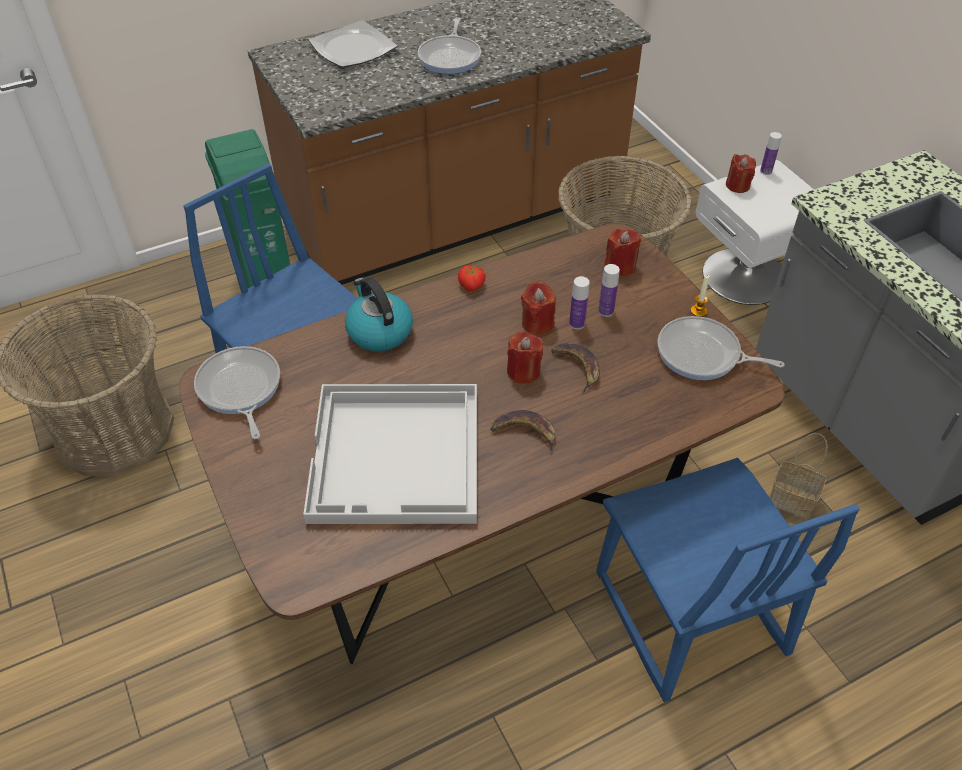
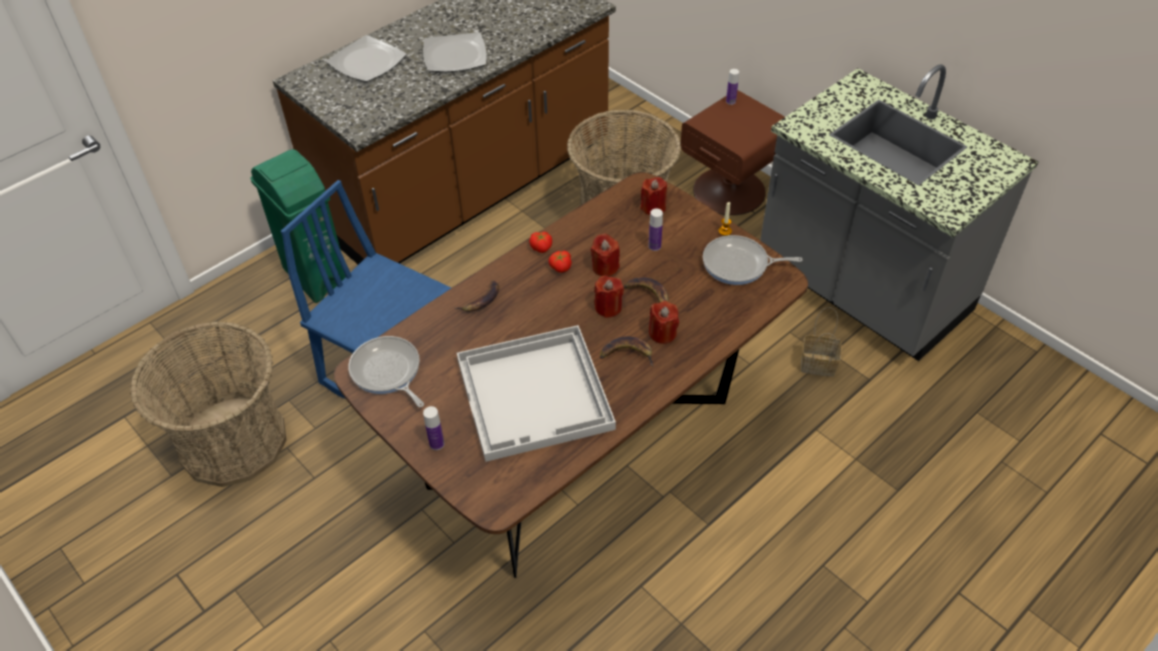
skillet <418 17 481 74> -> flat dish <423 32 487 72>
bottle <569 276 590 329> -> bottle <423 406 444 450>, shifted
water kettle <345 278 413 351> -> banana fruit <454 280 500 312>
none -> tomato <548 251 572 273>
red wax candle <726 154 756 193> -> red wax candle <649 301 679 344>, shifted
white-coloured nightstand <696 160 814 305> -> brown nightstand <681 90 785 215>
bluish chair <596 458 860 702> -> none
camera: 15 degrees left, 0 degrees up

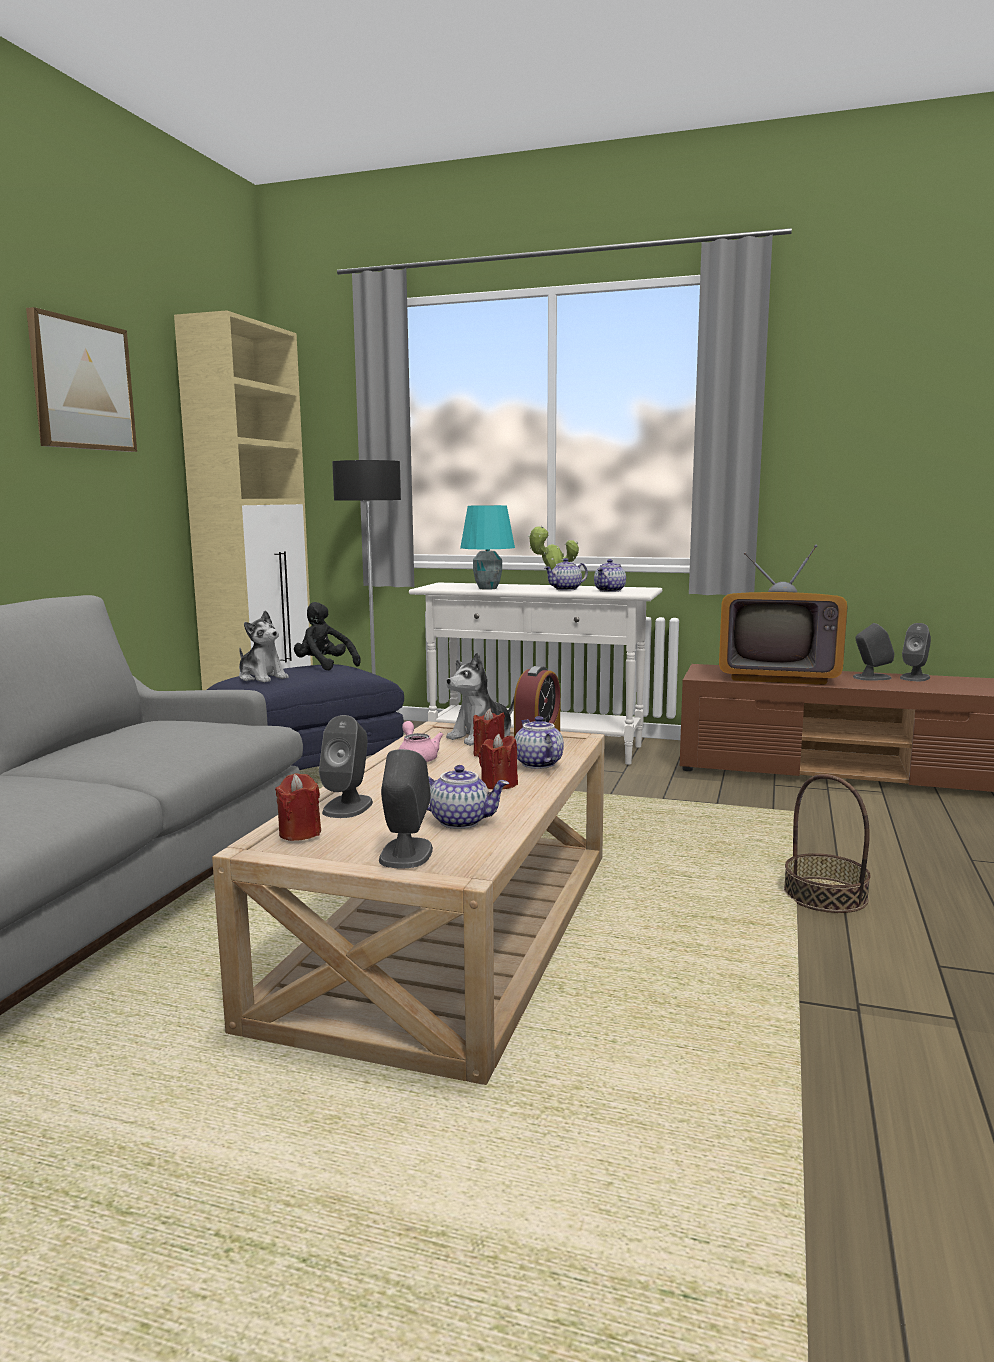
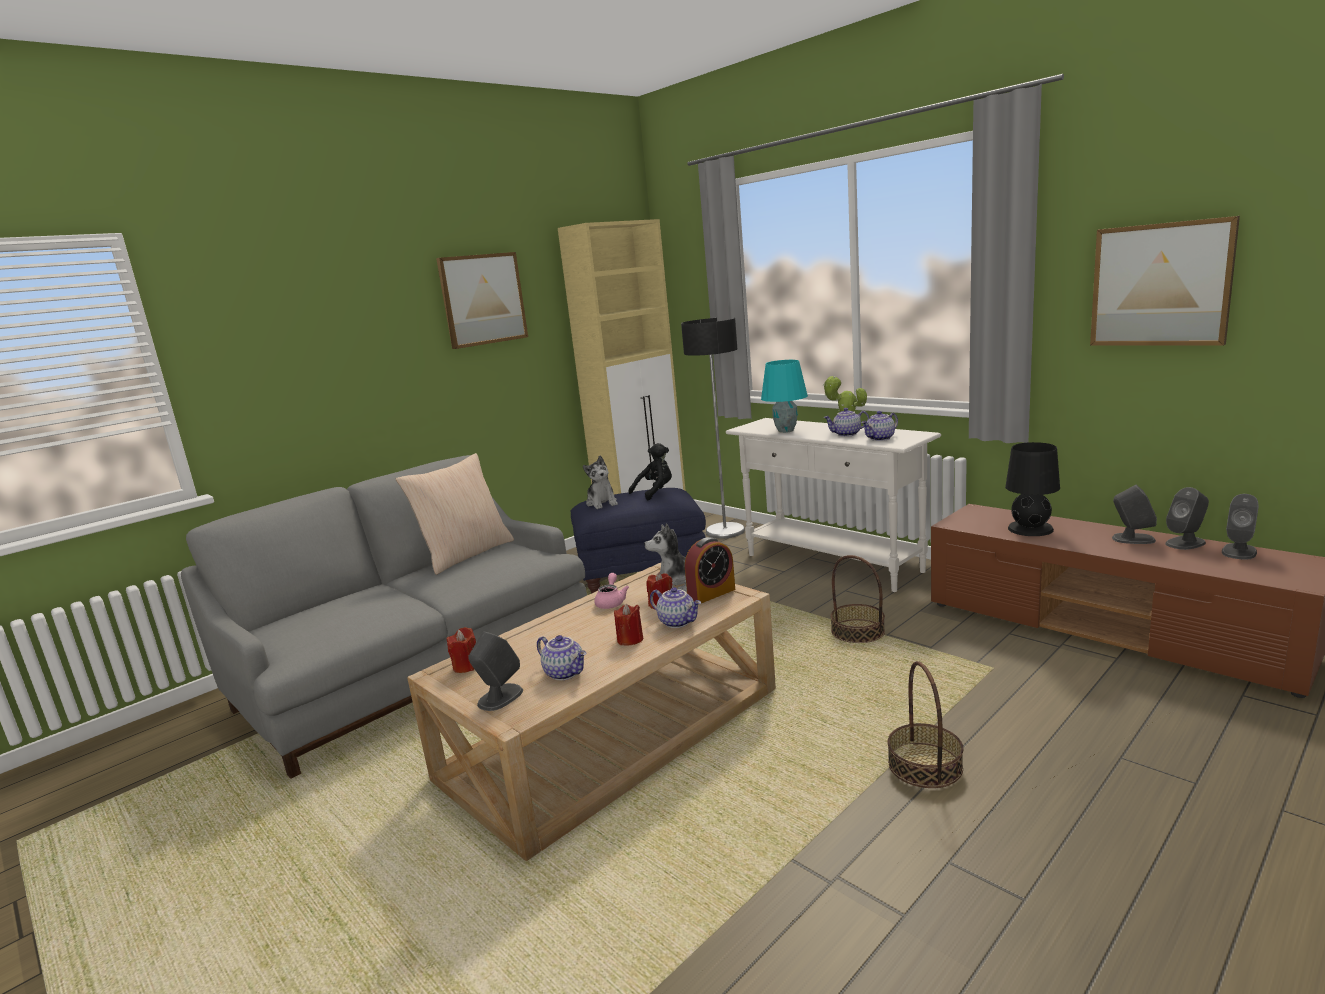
none -> beige pillow <396 453 514 575>
blackish cuddly toy <294 602 361 670> -> blackish cuddly toy <628 443 672 500>, 75 degrees clockwise
teapot <515 716 564 769> -> teapot <650 587 701 628>, 120 degrees clockwise
none -> basket <830 555 885 643>
television <719 545 848 685> -> blackish table lamp <1005 442 1060 536>
none -> wall picture <1090 216 1240 346>
greyish loudspeaker <319 715 373 818> -> greyish loudspeaker <1222 494 1259 560>, shifted
camera: 30 degrees right, 5 degrees up

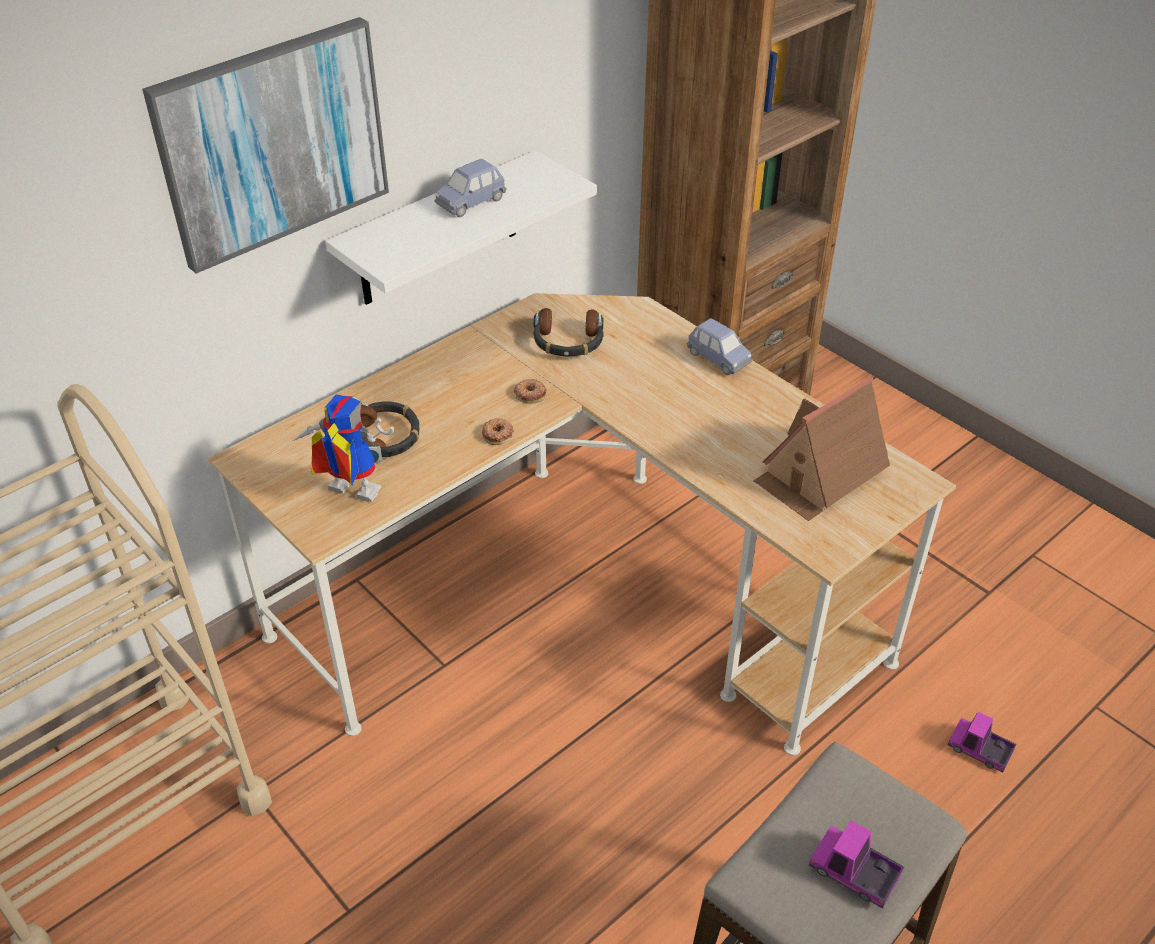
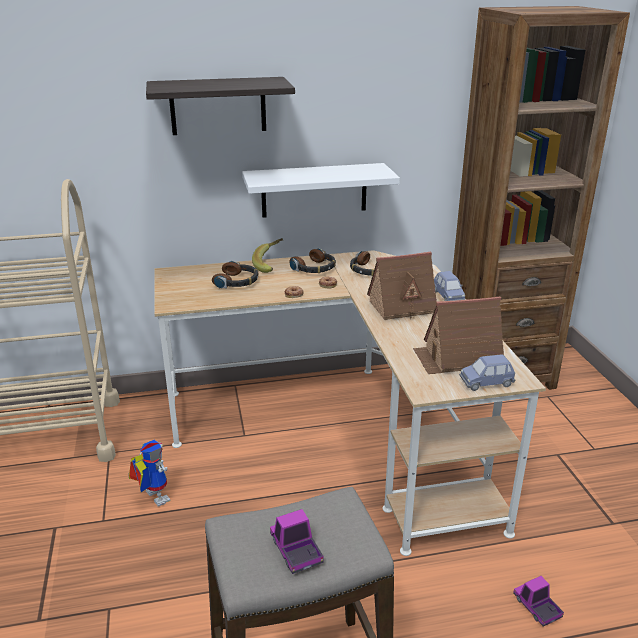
model robot <293 394 394 502> -> model robot <128 440 170 507>, shifted
wall picture <142 17 389 274> -> shelf <146 77 295 135>
none -> banana fruit <252 238 283 273>
none -> headphones <289 248 336 273>
none -> model house <367 252 437 320>
bluish toy car <434 159 507 217> -> bluish toy car <459 354 515 391>, shifted
camera: 30 degrees right, 15 degrees down

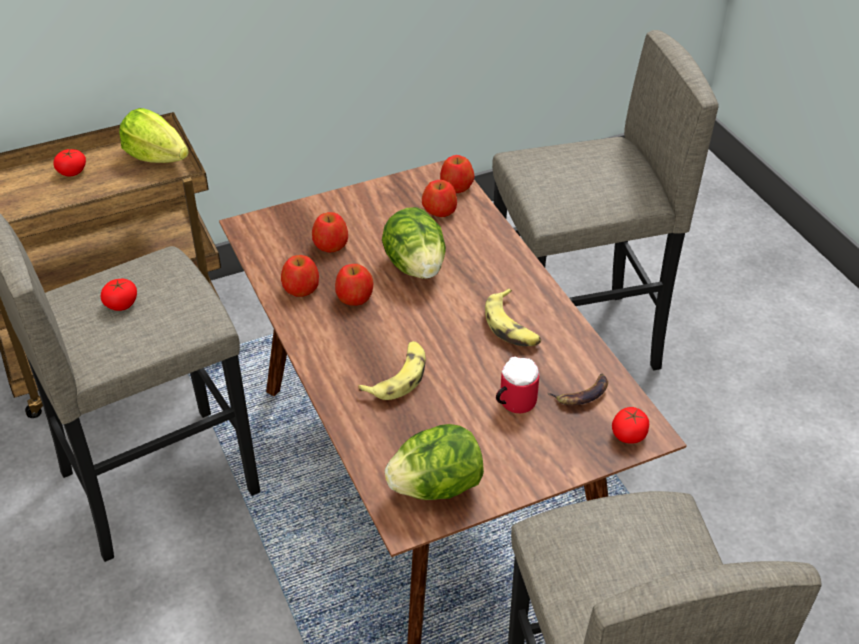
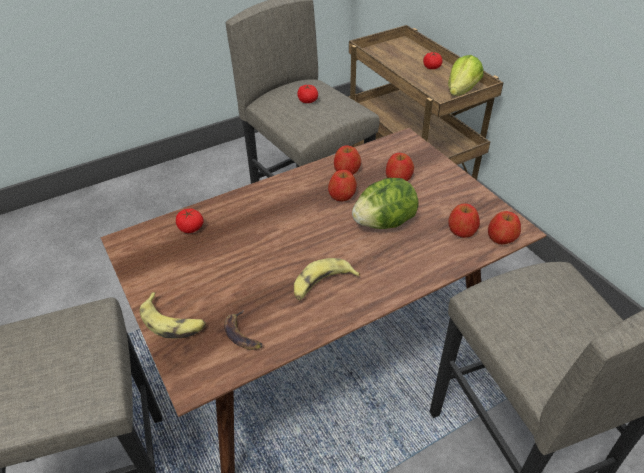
banana fruit <358 341 426 400> -> banana fruit <139 292 206 339>, shifted
tomato <612 407 649 444> -> tomato <176 208 204 233>, shifted
head of lettuce <385 424 484 500> -> none
tea mug <496 356 539 413> -> none
camera: 85 degrees right, 0 degrees up

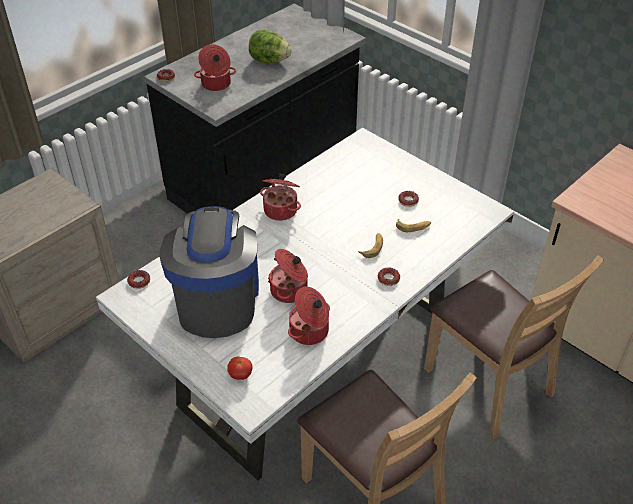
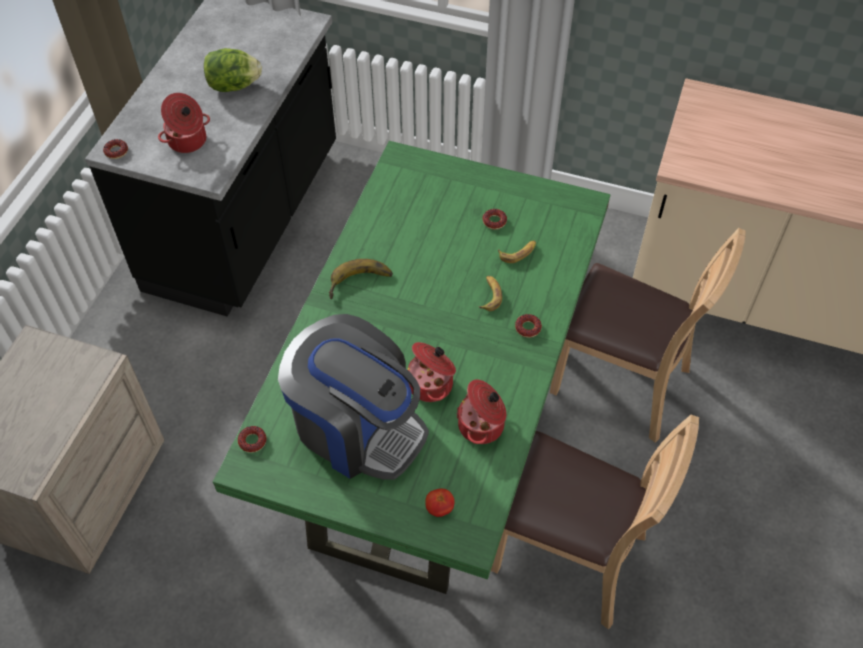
white-coloured dining table <96 128 514 480> -> greenish dining table <213 141 611 594>
coffee brewer <159 206 259 338> -> coffee brewer <278 314 429 480>, 150 degrees clockwise
saucepot <260 174 301 221> -> banana fruit <329 259 393 299>
camera: 25 degrees left, 10 degrees up

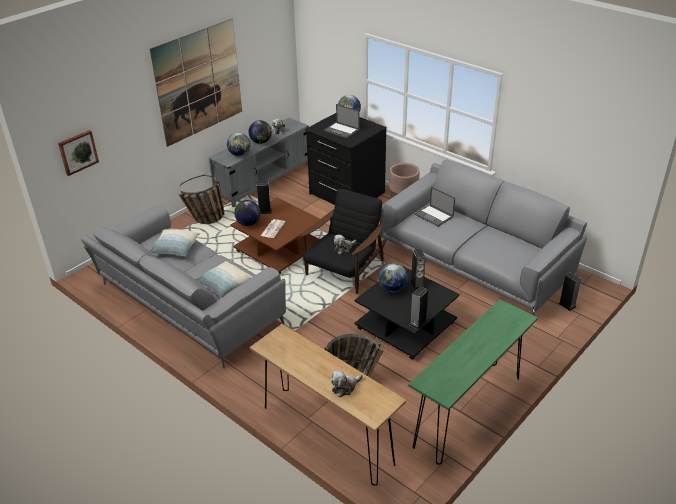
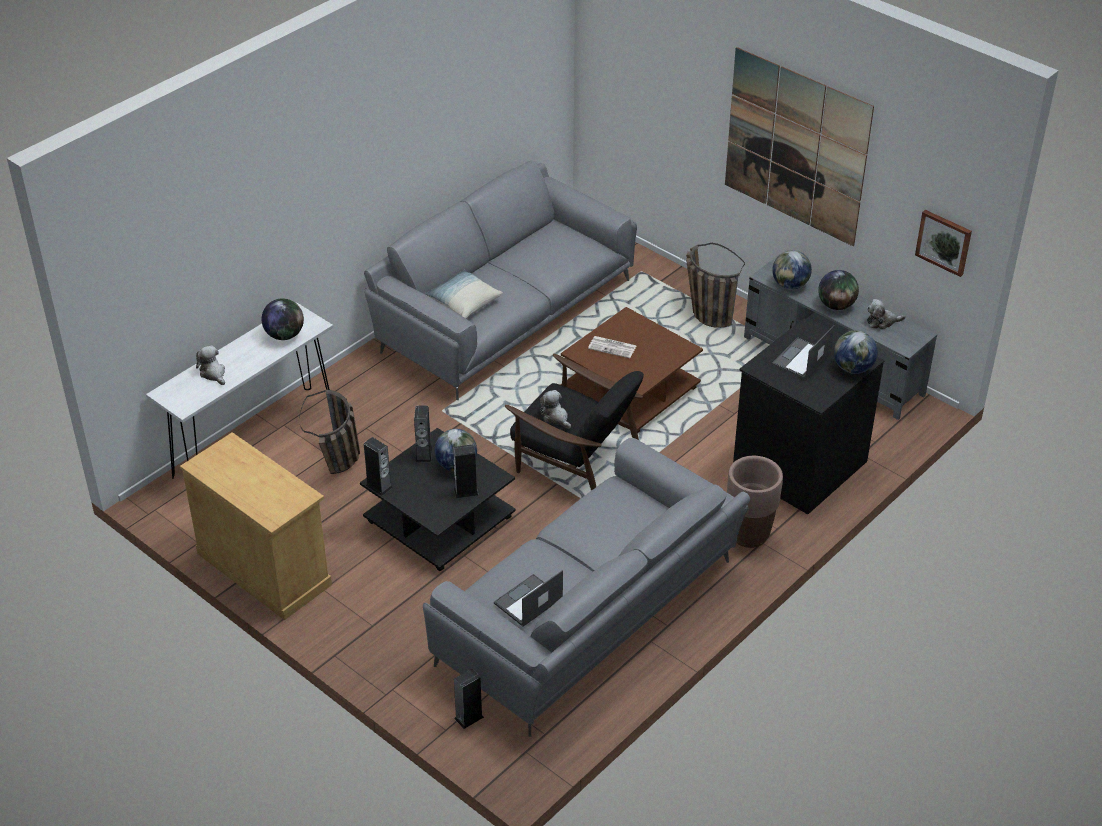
brown hall table <250 324 406 486> -> white-coloured hall table <146 302 333 479>
greenish hall table <408 299 538 465> -> beige cupboard <180 432 332 620>
globe <234 200 261 226> -> globe <262 298 304 340>, shifted
loudspeaker <257 181 272 214> -> loudspeaker <414 406 432 462>, shifted
portable computer <415 187 455 227> -> portable computer <494 570 563 627>, shifted
wall picture <58 130 99 176> -> wall picture <915 210 972 277>, shifted
pillow <150 229 201 257> -> none
camera: 90 degrees right, 5 degrees up

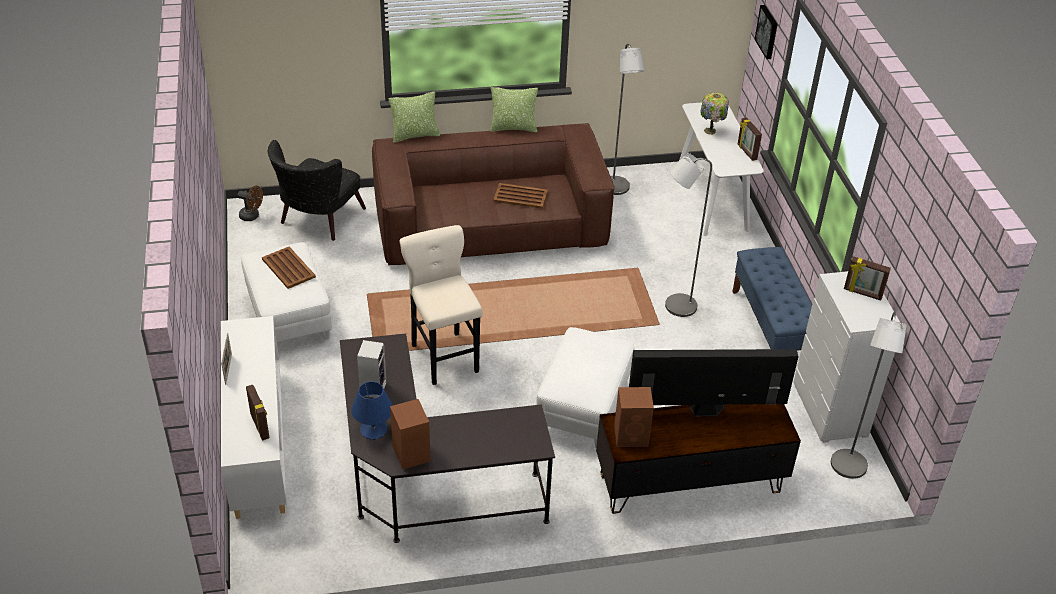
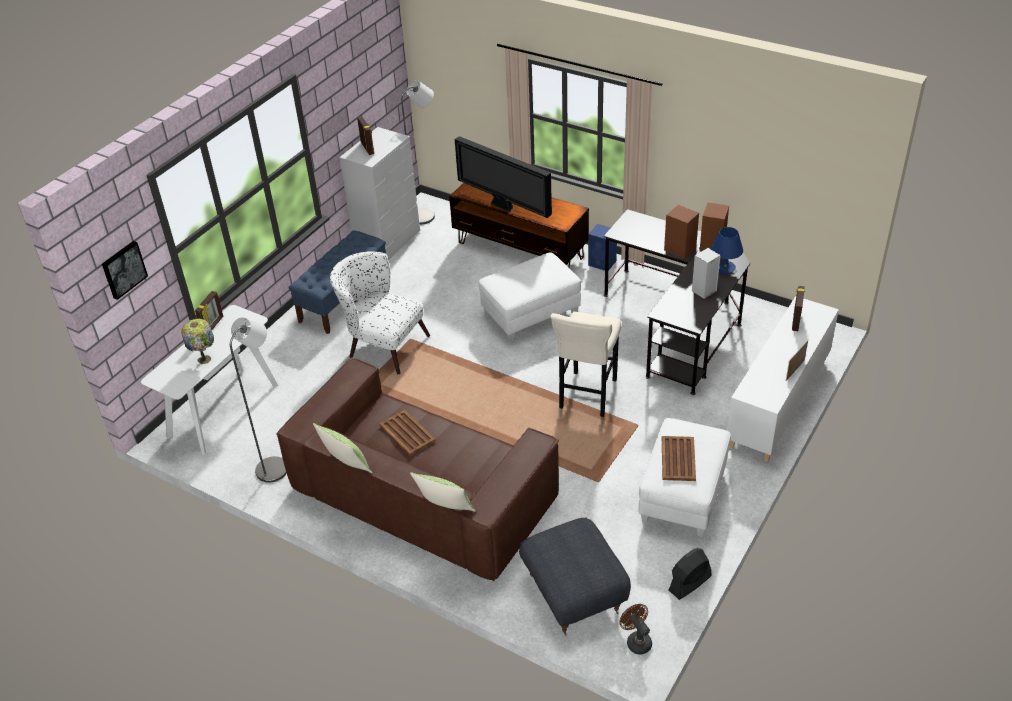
greyish floor lamp <665 153 712 317> -> white-coloured armchair <330 251 430 374>
blackish armchair <268 140 366 241> -> greyish pouffe <519 518 631 636>
none -> bluish loudspeaker <588 224 617 271>
brown loudspeaker <614 387 654 447> -> brown loudspeaker <664 205 699 259>, shifted
none -> blackish fan <669 548 712 600>
camera: 135 degrees left, 0 degrees up

